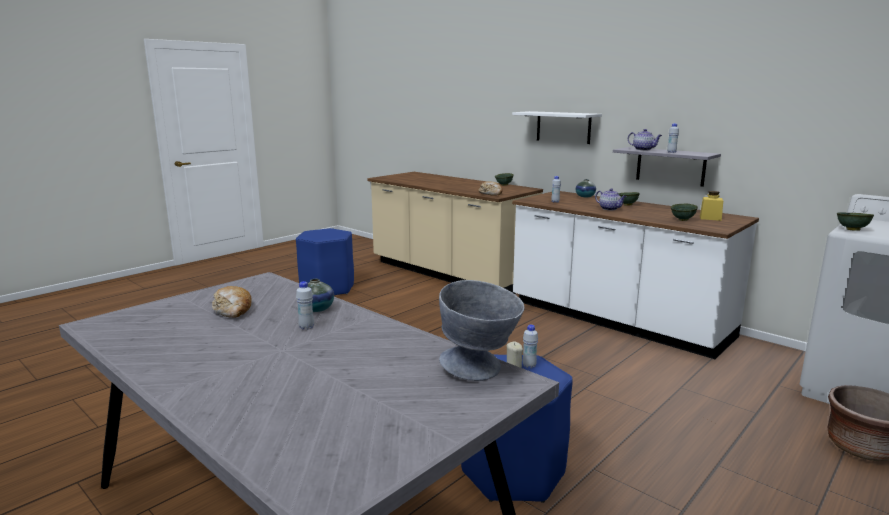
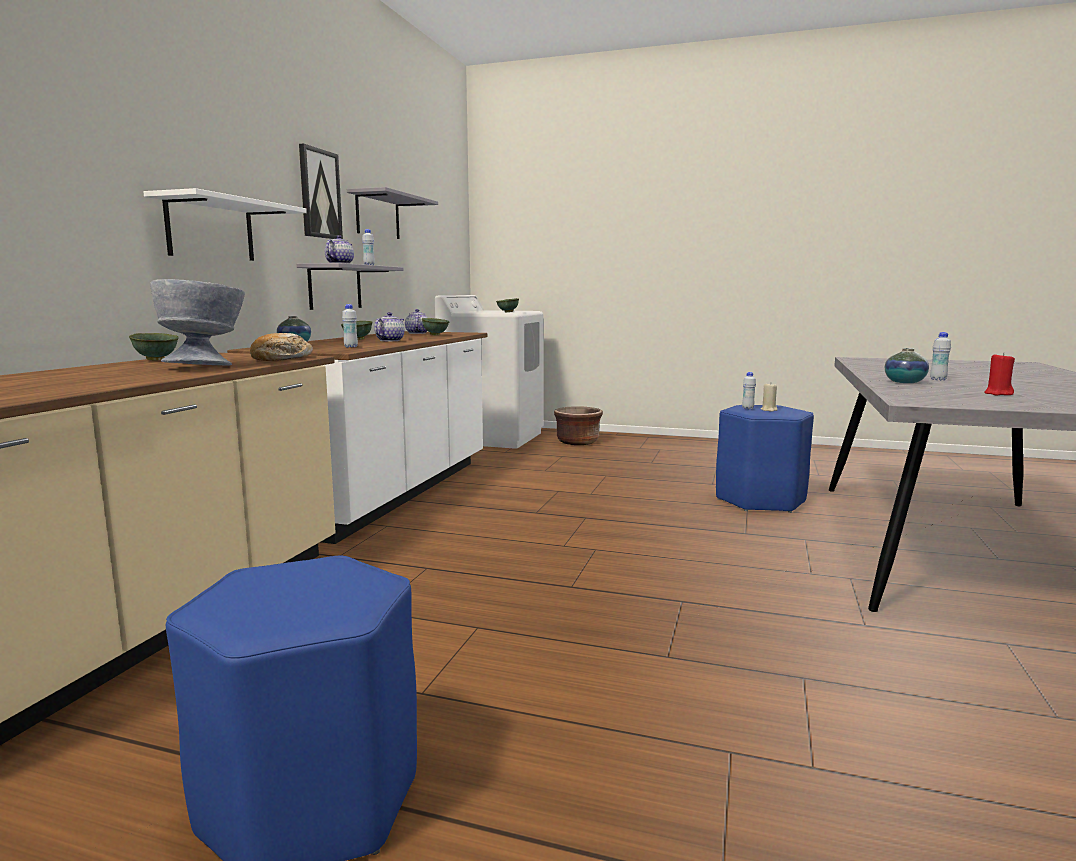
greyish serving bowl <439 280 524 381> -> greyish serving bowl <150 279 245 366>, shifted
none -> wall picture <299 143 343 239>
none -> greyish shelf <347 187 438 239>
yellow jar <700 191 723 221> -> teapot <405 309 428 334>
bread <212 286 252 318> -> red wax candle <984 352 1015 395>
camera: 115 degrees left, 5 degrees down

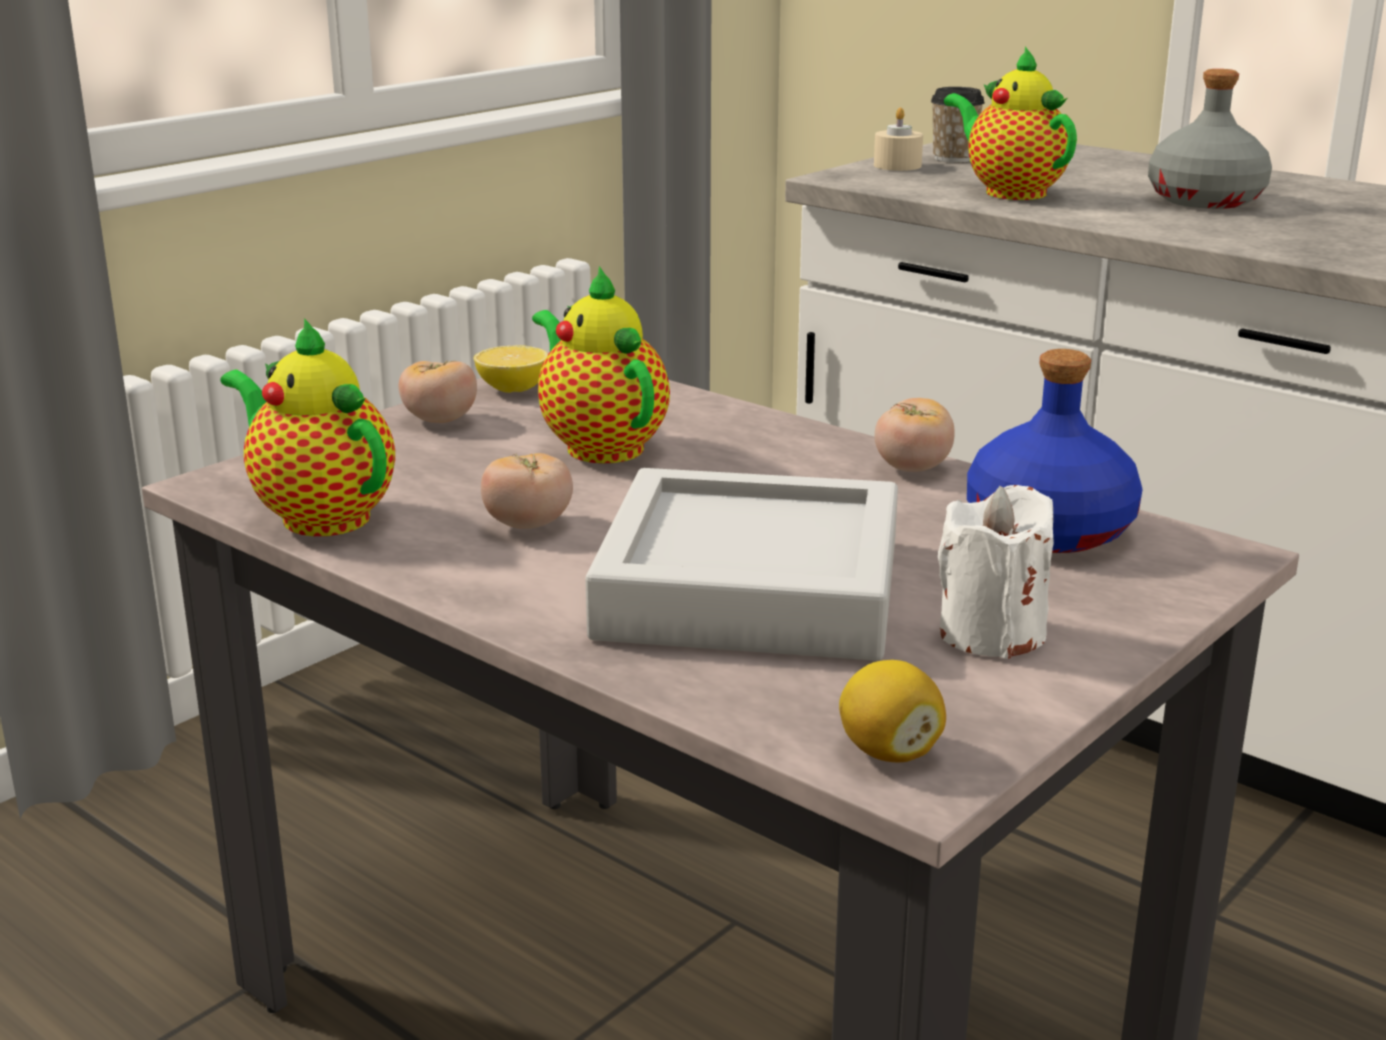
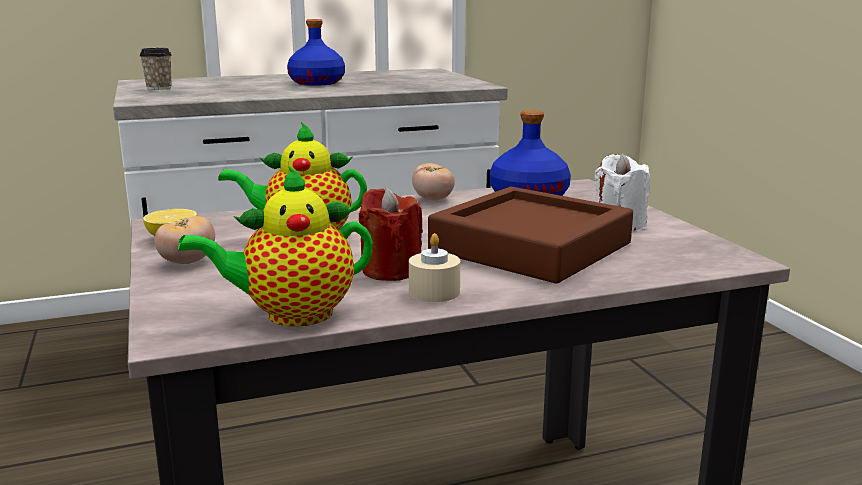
greyish bottle <1148 69 1272 209> -> bluish bottle <287 19 345 86>
tomato <481 453 573 529> -> red wax candle <359 188 423 281>
beige wax candle <874 108 923 171> -> beige wax candle <409 233 460 302>, shifted
greyish carrying tray <585 468 898 661> -> brown carrying tray <428 187 633 283>
whole lemon <839 660 946 762> -> none
teapot <944 47 1077 200> -> none
camera: 60 degrees left, 5 degrees down

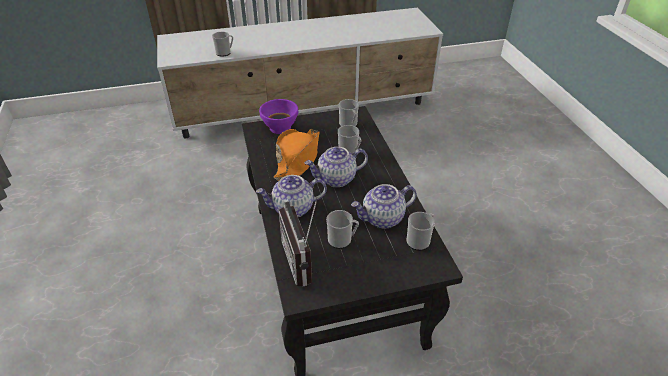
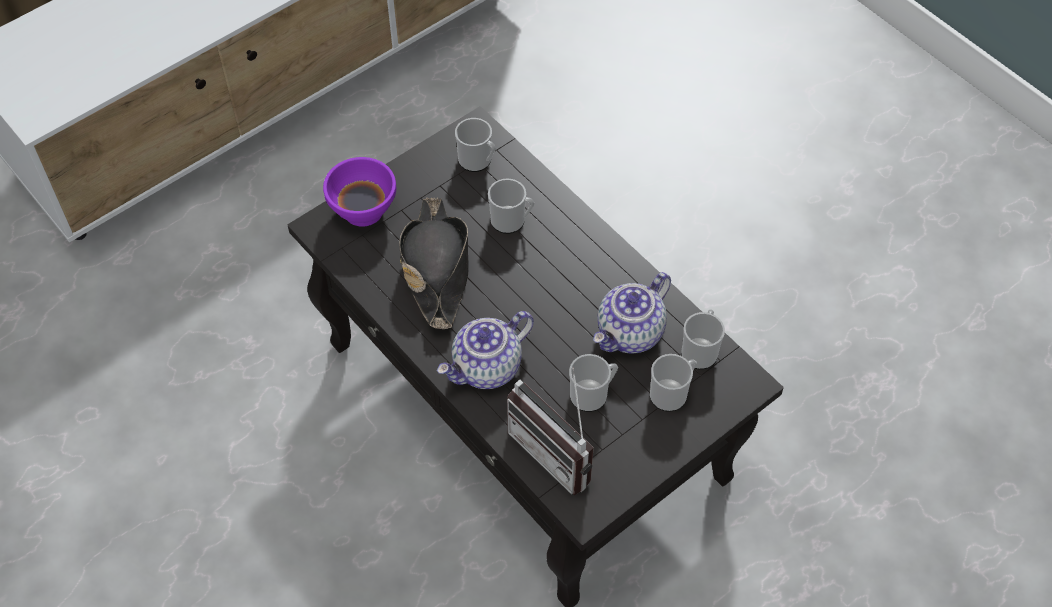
orange hat <274 129 320 181> -> blackish hat <399 197 469 329>
tea mug <212 32 233 57> -> tea mug <650 354 697 412>, shifted
teapot <305 147 368 187> -> none
camera: 25 degrees left, 15 degrees up

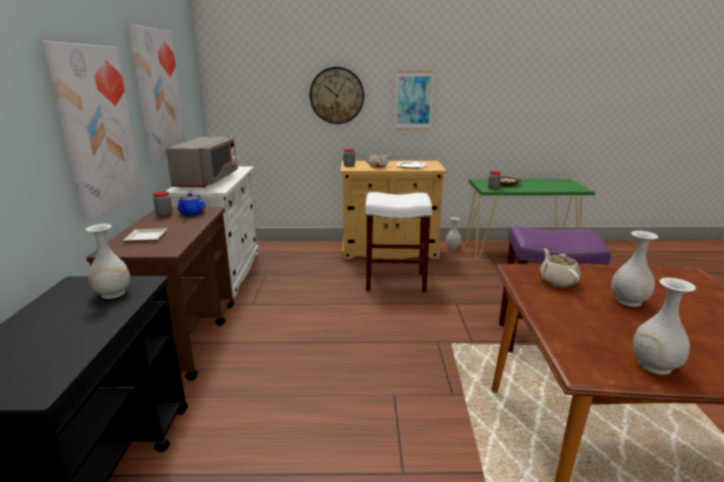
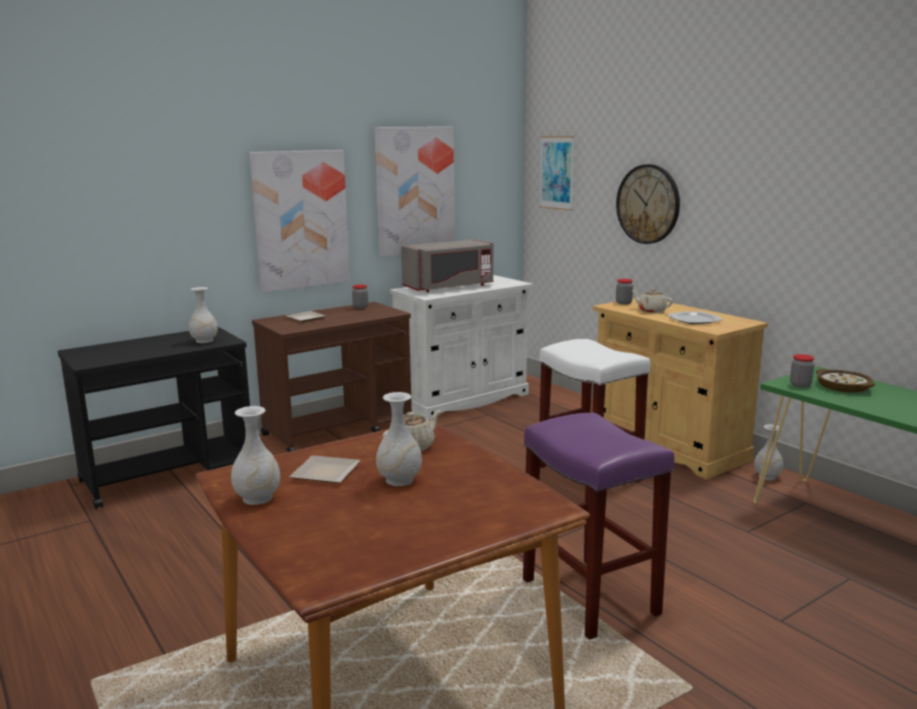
none -> flat dish <289 455 360 483>
wall picture <395 71 434 129> -> wall picture <539 136 574 211>, shifted
bluish teapot <178 193 206 216> -> none
camera: 55 degrees right, 5 degrees down

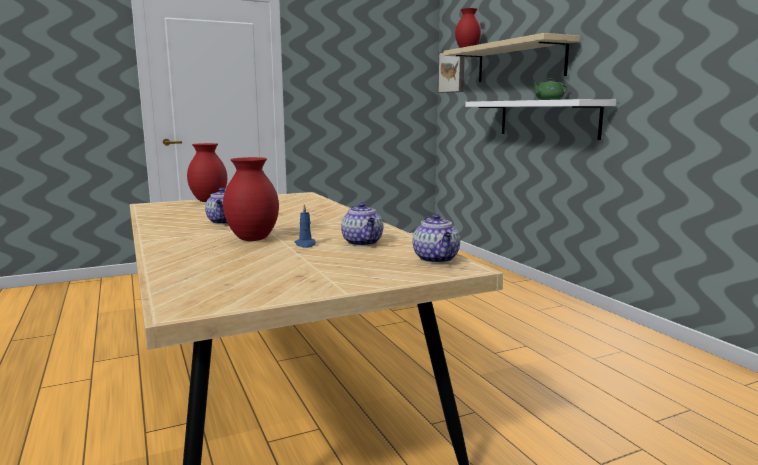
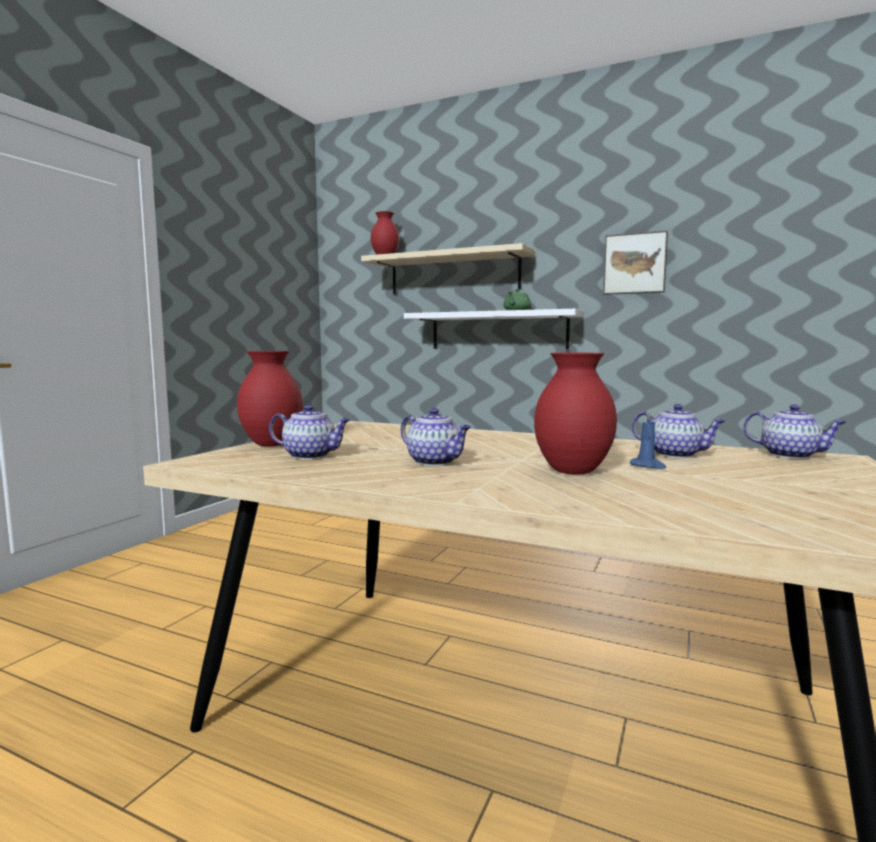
none -> teapot <269 405 350 459>
wall picture <438 52 465 93> -> wall picture <603 231 668 295>, shifted
camera: 40 degrees left, 5 degrees down

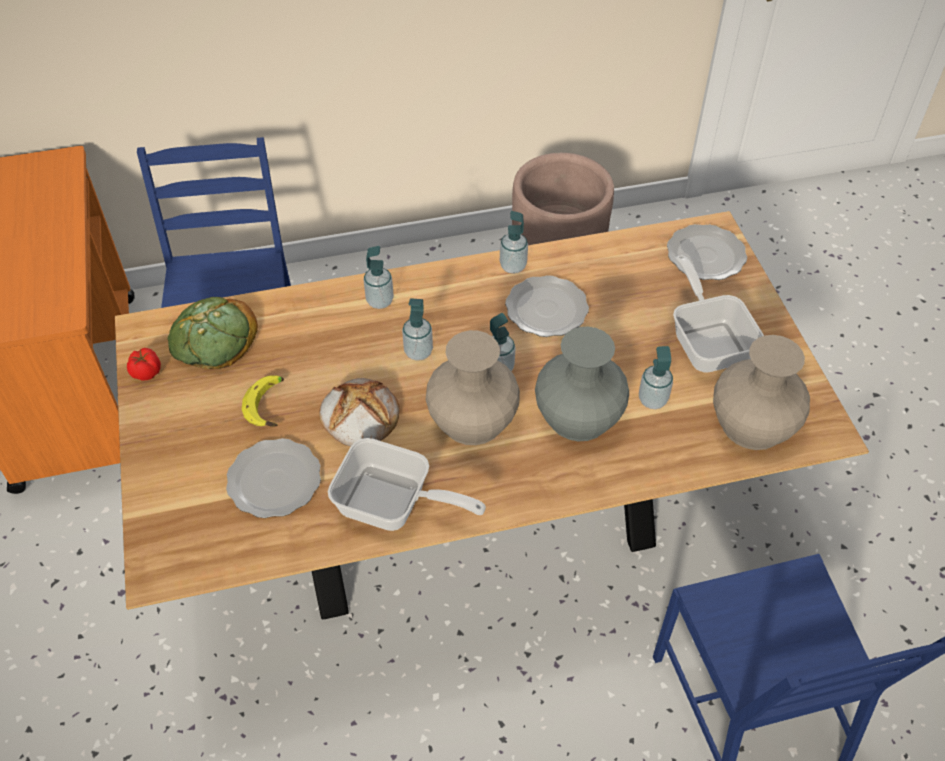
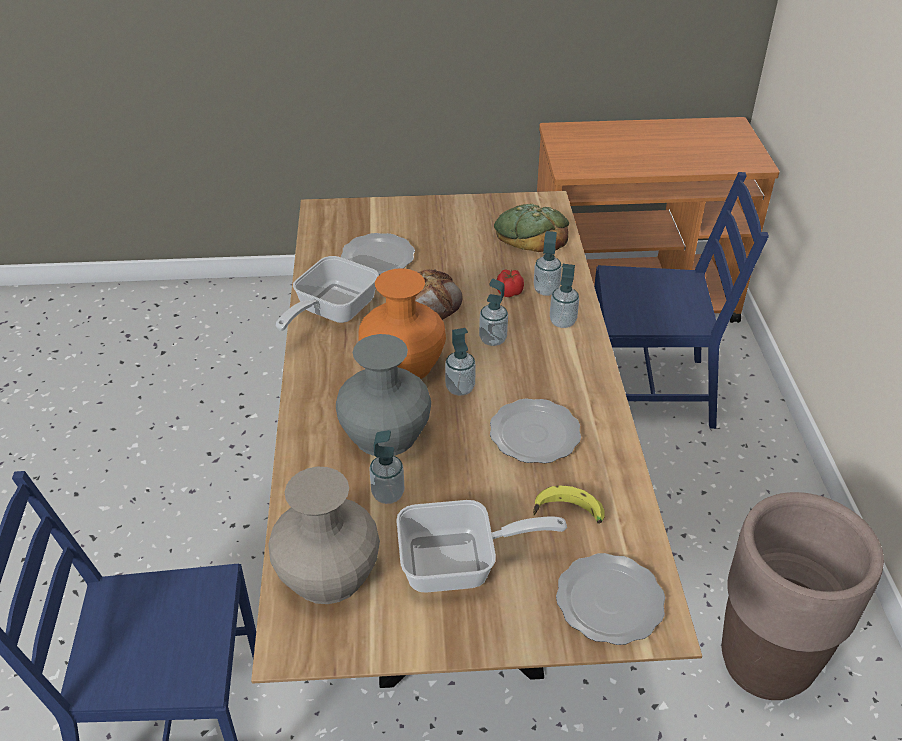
beige flower vase <426 330 520 445> -> orange flower vase <359 268 446 379>
tomato <127 348 161 381> -> tomato <497 269 524 297>, shifted
banana fruit <242 375 284 427> -> banana fruit <533 485 605 524>, shifted
soap bottle <500 211 528 274> -> soap bottle <534 231 562 296>, shifted
camera: 100 degrees right, 10 degrees down

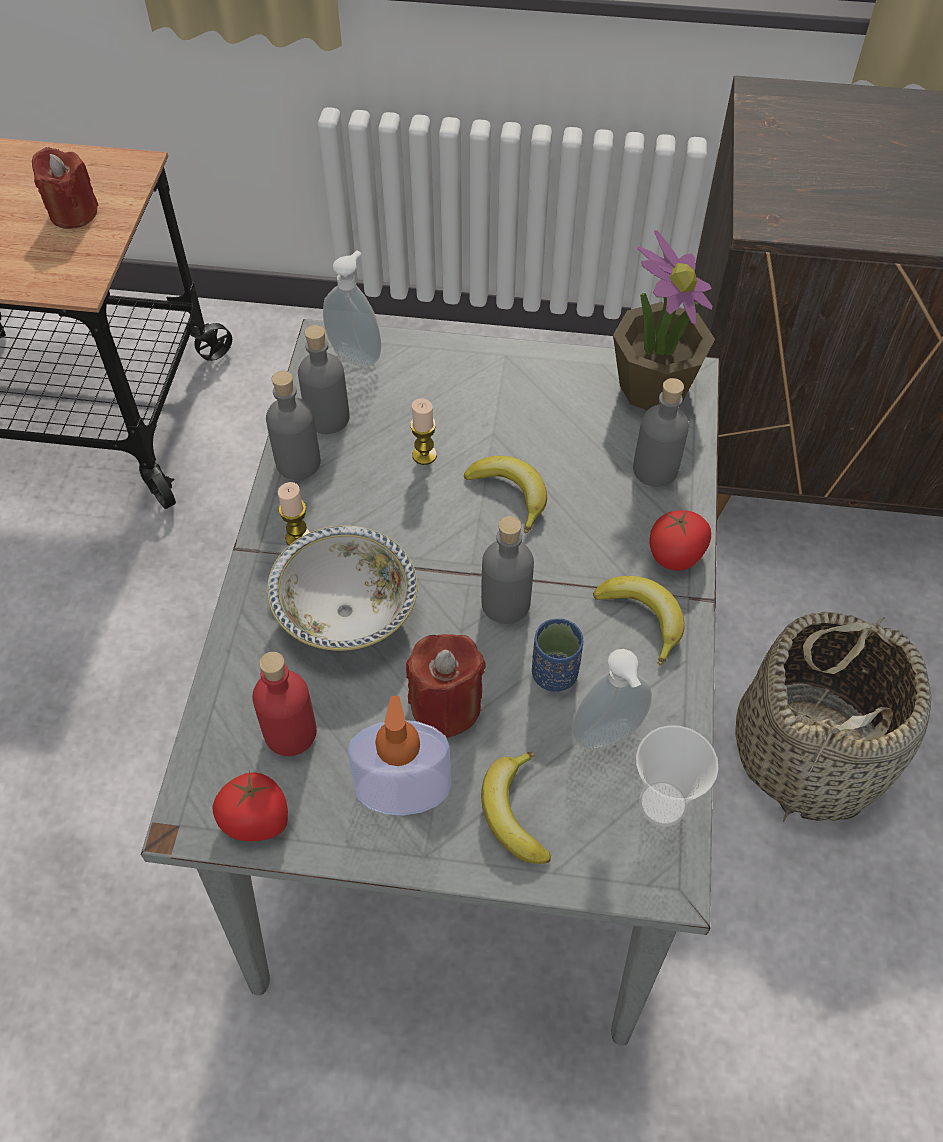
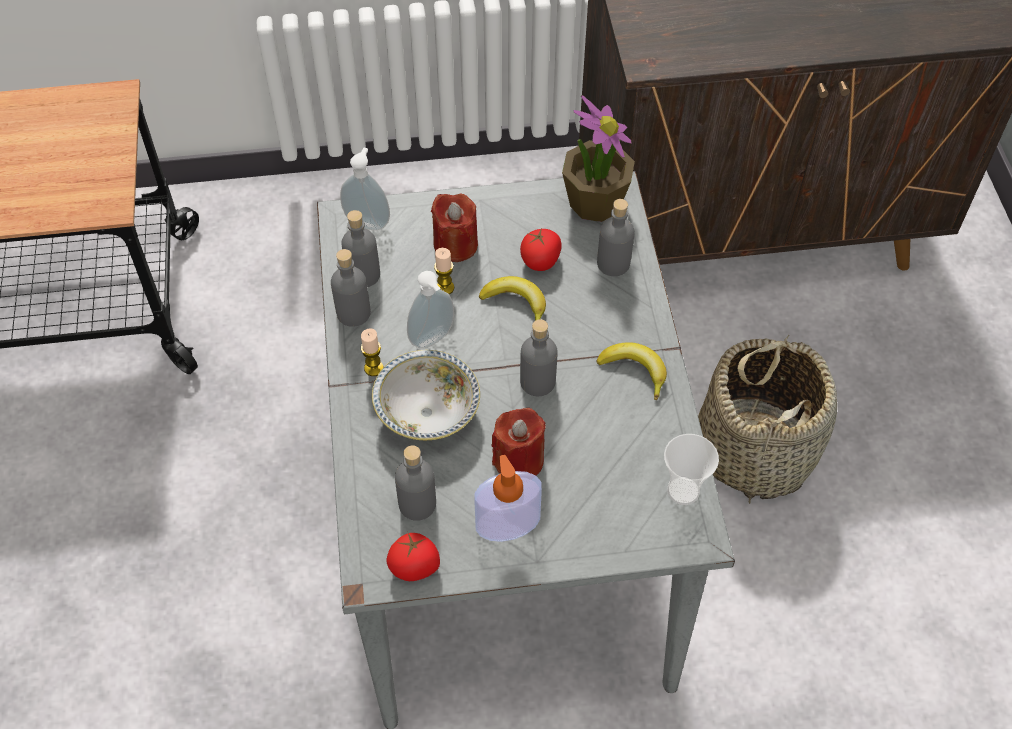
red bottle <252 652 317 756> -> greyish bottle <395 445 436 521>
soap bottle <572 649 652 750> -> soap bottle <407 271 454 349>, shifted
red wax candle <32 147 99 229> -> red wax candle <431 194 478 262>, shifted
tomato <649 510 711 571> -> tomato <520 228 562 271>, shifted
banana fruit <481 752 551 864> -> none
bluish drinking cup <532 619 583 692> -> none
camera: 15 degrees left, 0 degrees up

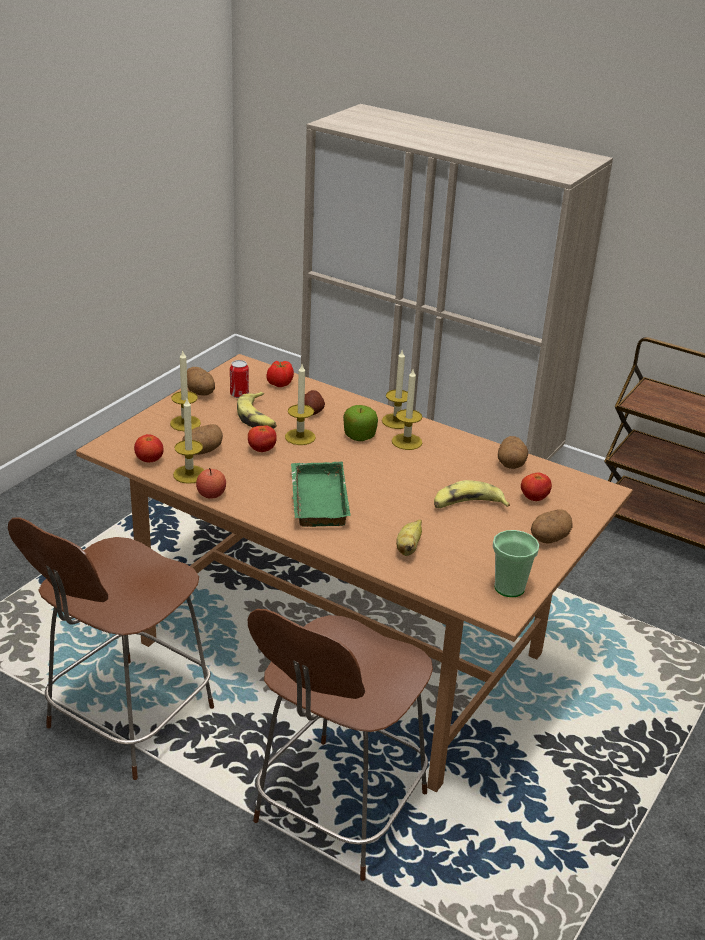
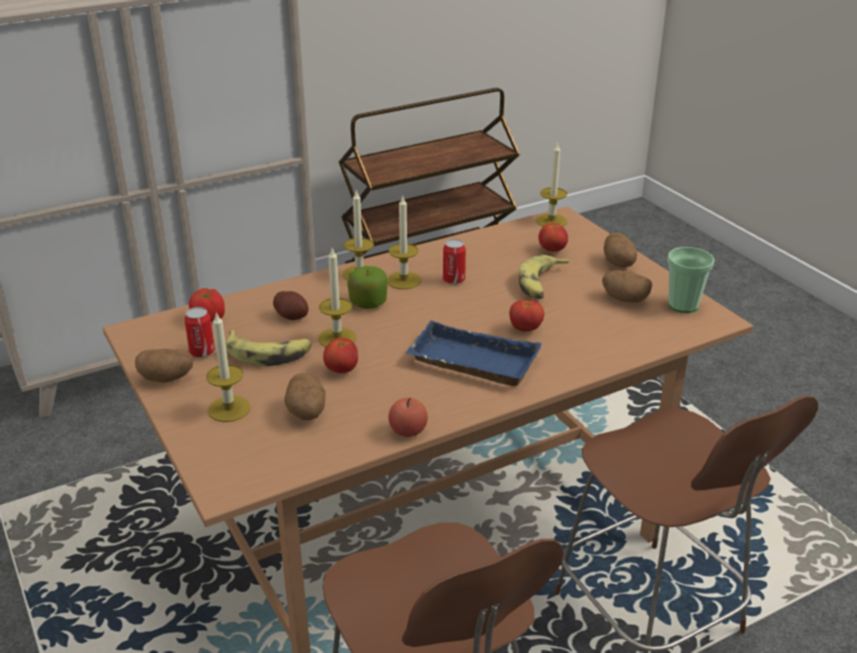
greenish carrying tray <291 462 351 527> -> bluish carrying tray <406 321 542 386>
none -> can <443 239 466 285>
tomato <134 434 164 462> -> tomato <509 300 544 331>, shifted
wax candle <173 399 204 484> -> wax candle <536 142 567 227>, shifted
whole potato <498 436 528 469> -> whole potato <602 270 652 303>, shifted
banana fruit <396 519 422 556> -> none
camera: 60 degrees left, 0 degrees up

